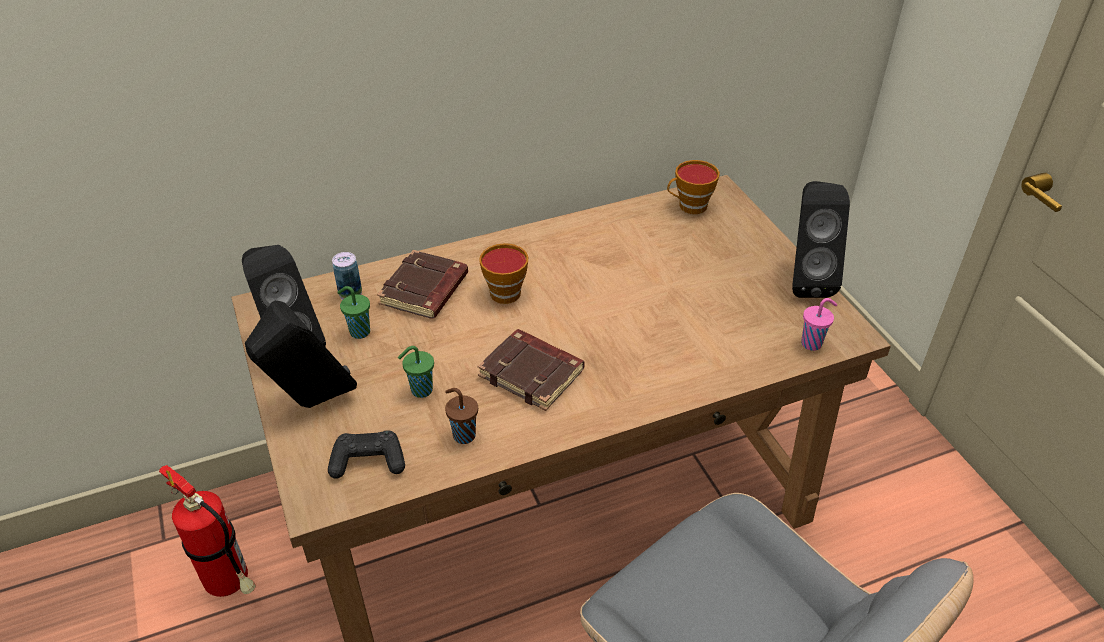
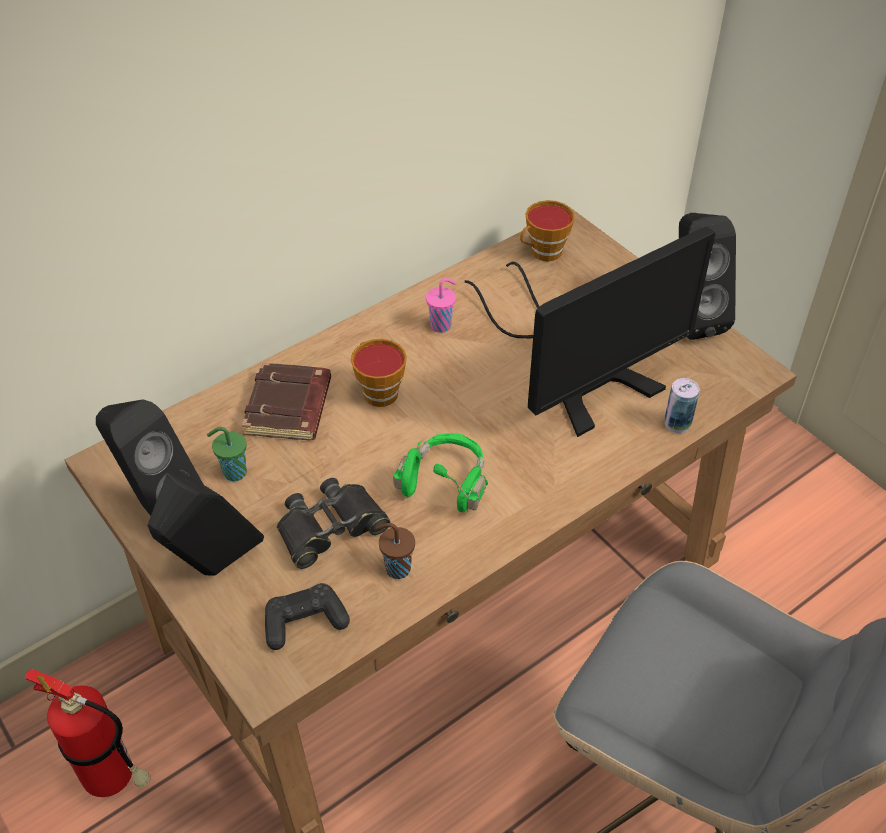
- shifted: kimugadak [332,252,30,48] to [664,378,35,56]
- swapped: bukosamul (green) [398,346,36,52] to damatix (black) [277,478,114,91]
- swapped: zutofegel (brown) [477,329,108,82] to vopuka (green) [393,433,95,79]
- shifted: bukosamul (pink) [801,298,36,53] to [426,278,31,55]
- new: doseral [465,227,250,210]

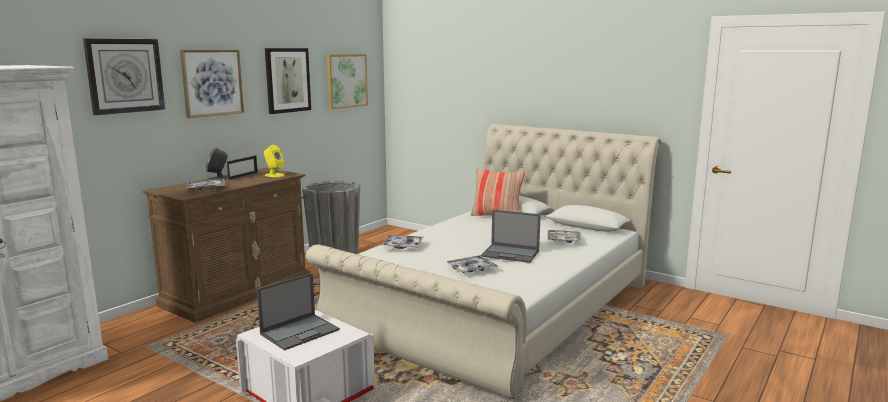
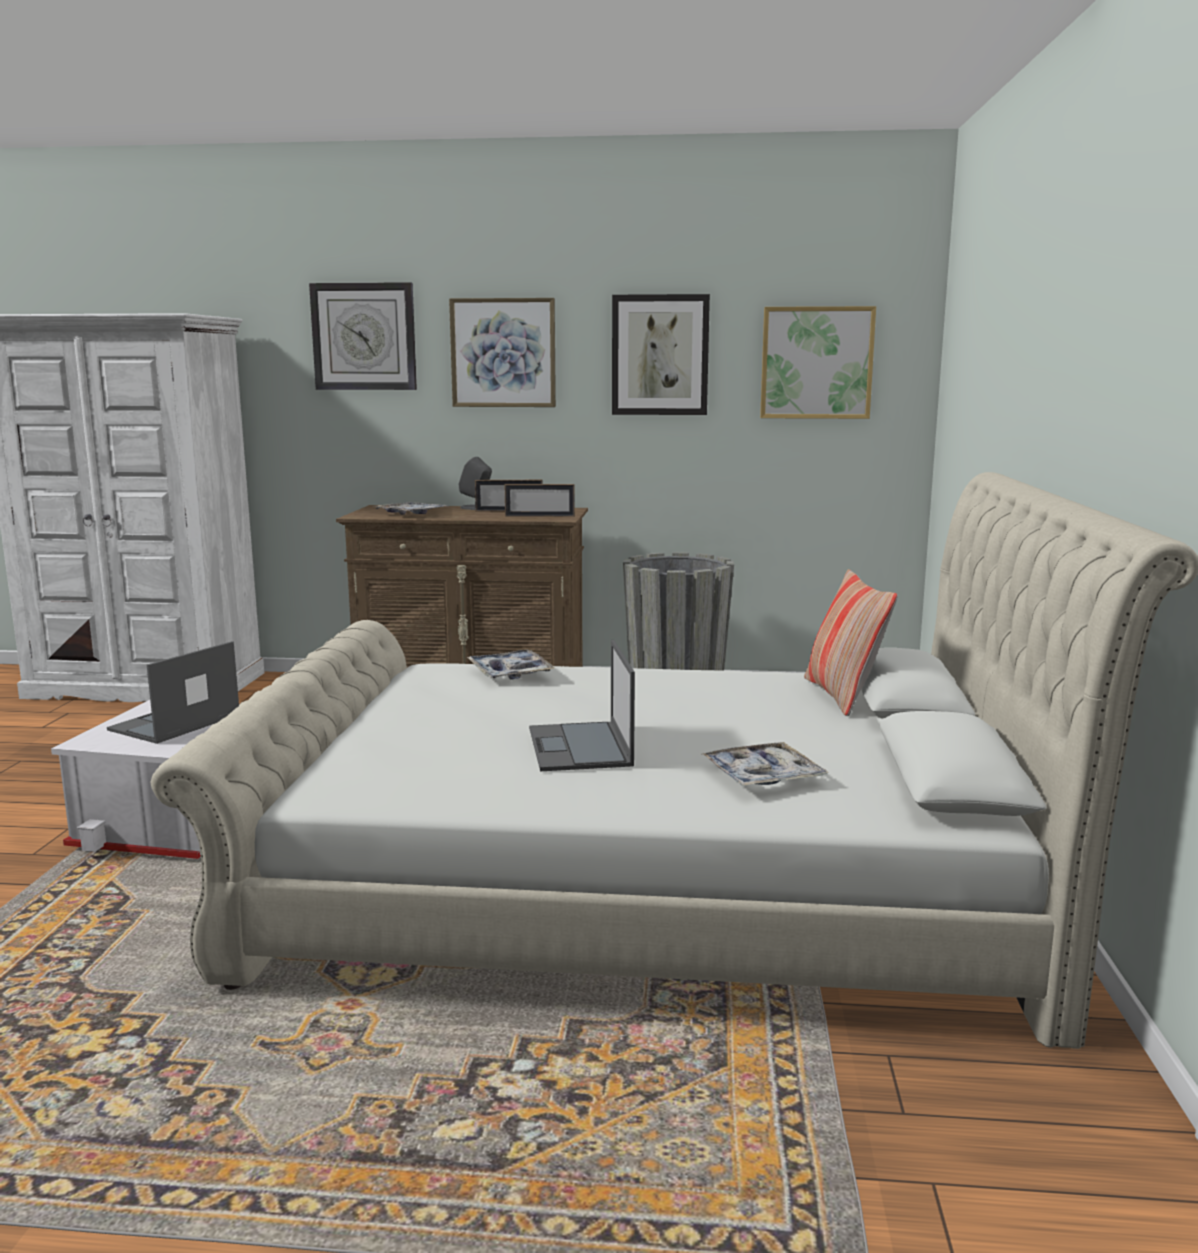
- rotated: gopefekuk [257,273,83,77] = [107,641,132,103] 105 degrees clockwise
- swapped: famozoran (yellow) [264,145,21,32] to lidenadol [504,484,71,33]
- gone: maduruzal [446,255,52,18]

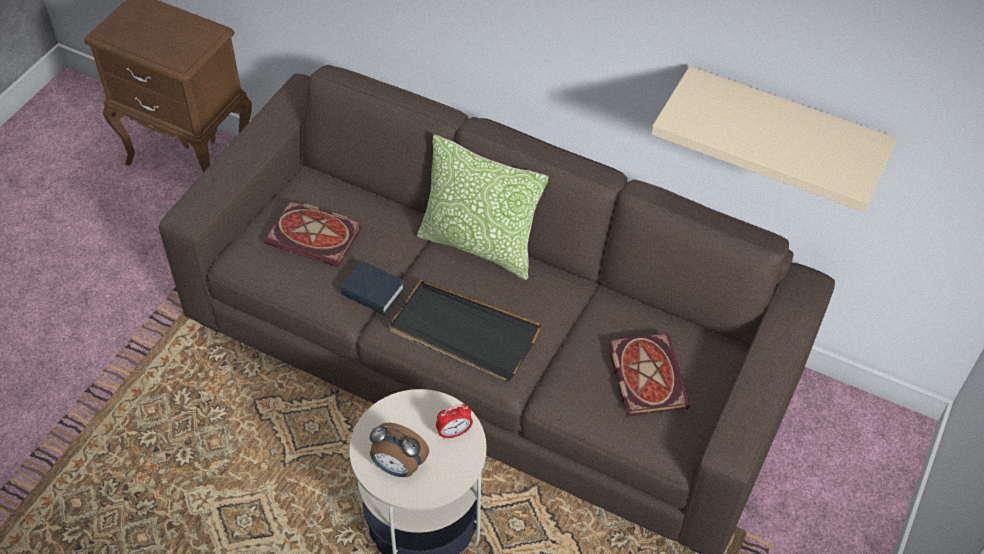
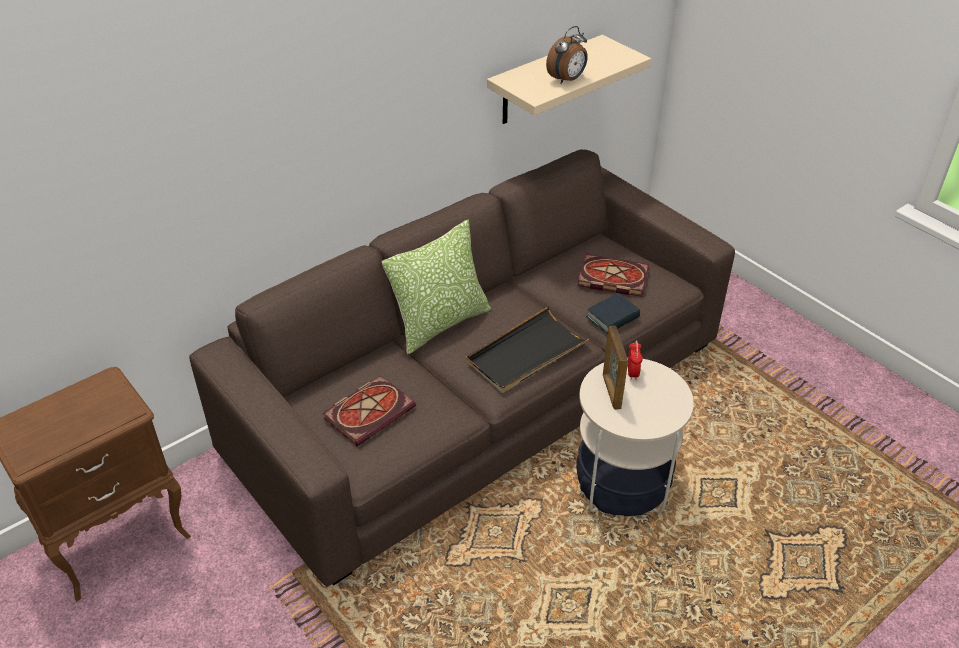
- shifted: zutofegel [340,261,65,54] to [586,293,54,41]
- shifted: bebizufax [370,423,59,54] to [546,26,42,58]
- new: lidenadol [603,326,25,84]

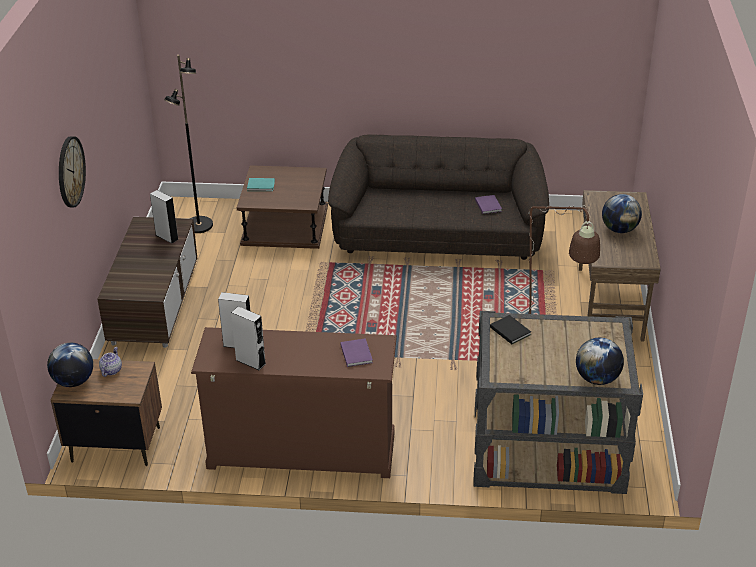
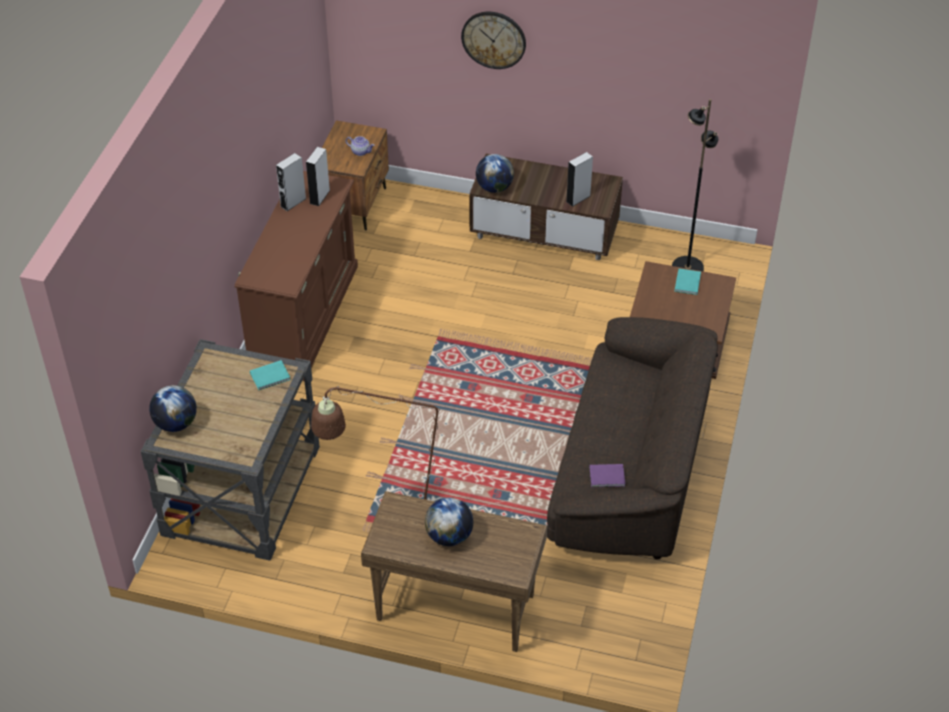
- shifted: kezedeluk [47,343,46,44] to [476,154,38,39]
- gone: zutofegel (purple) [340,338,33,29]
- repainted: zutofegel (black) [490,315,41,29] to zutofegel (turquoise) [250,360,41,30]

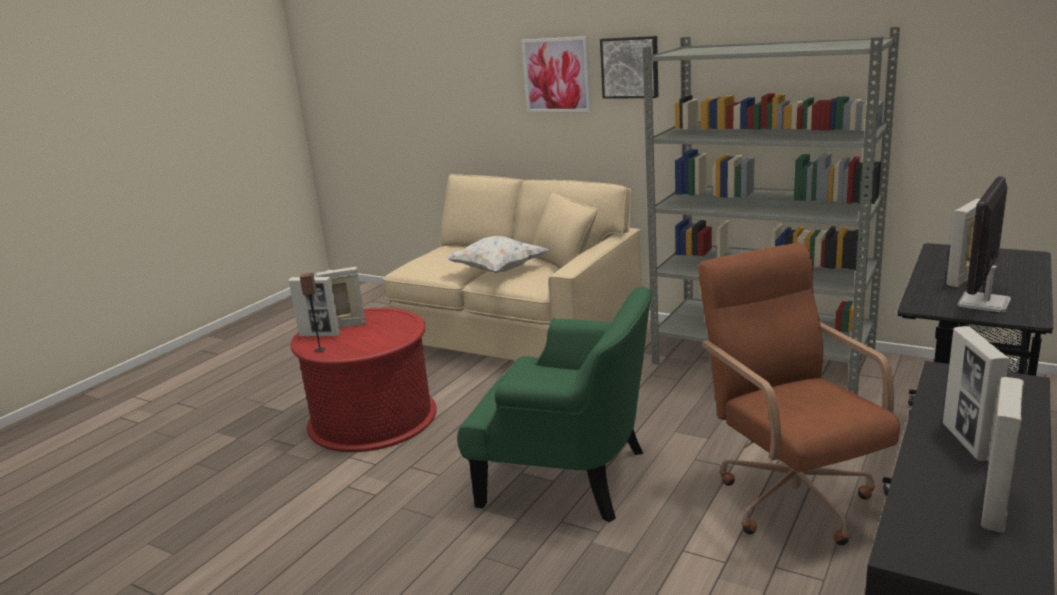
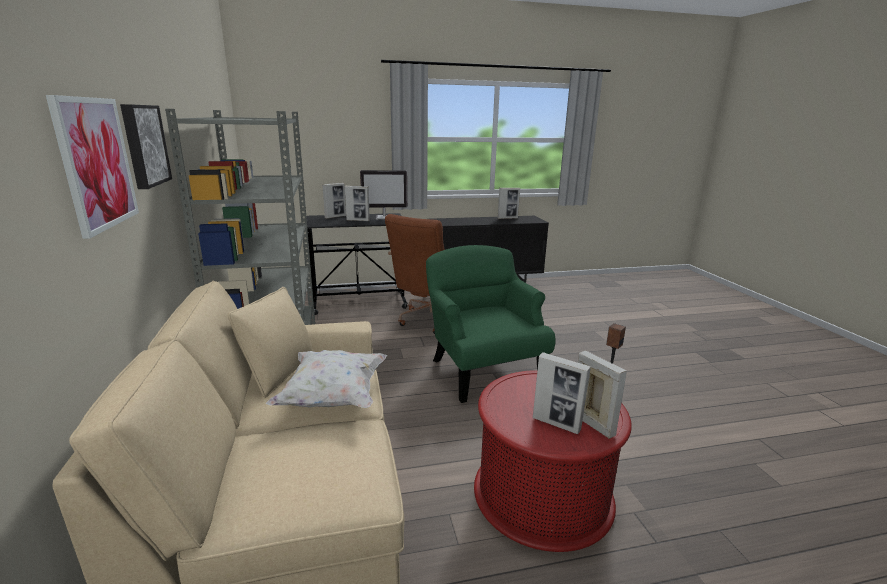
- shifted: lidenadol [943,326,67,135] to [322,183,24,36]

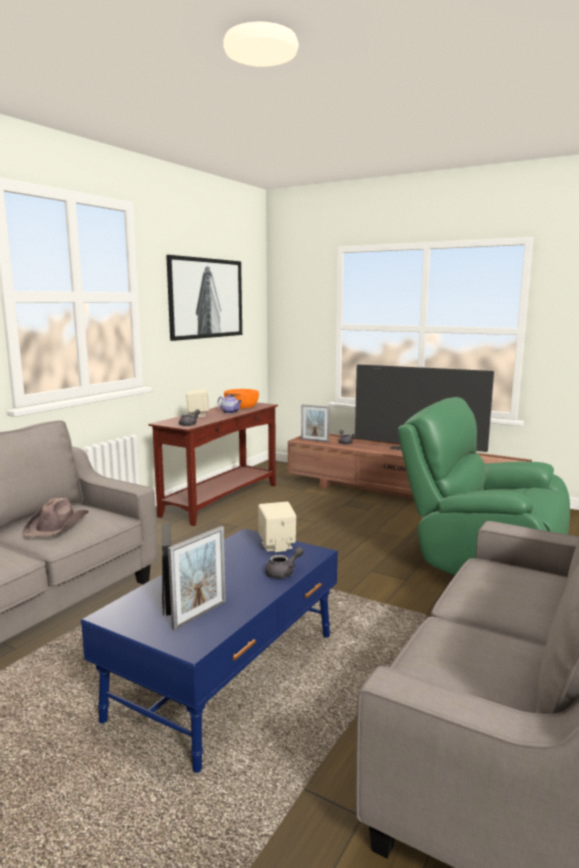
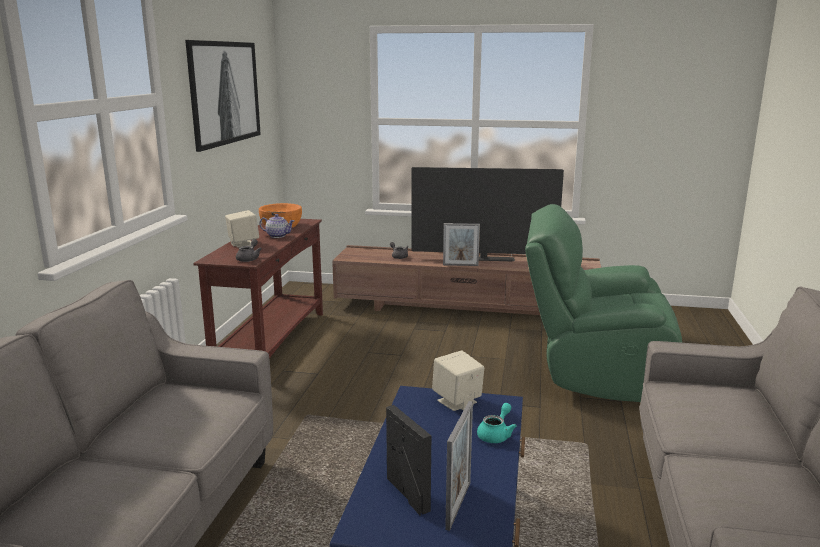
- gone: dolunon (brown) [22,498,67,39]
- repainted: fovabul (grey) [265,547,39,32] to fovabul (turquoise) [477,403,40,40]
- shifted: lidenadol [301,404,29,38] to [443,223,37,43]

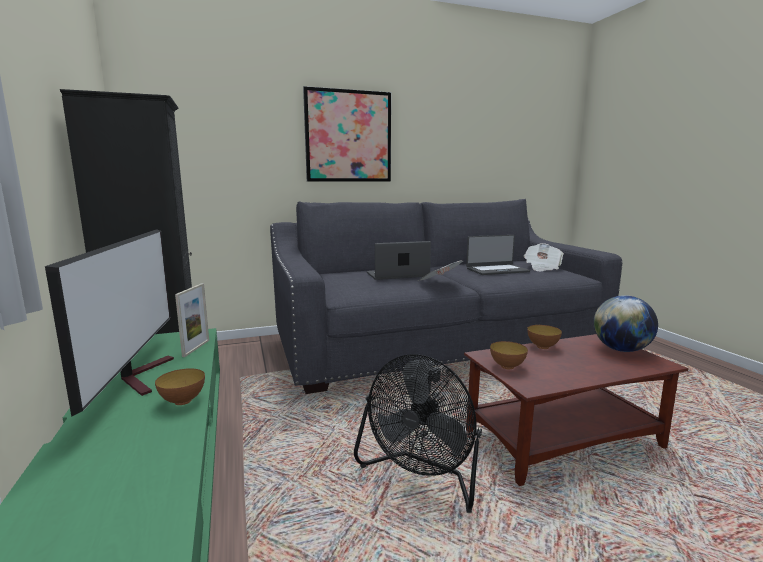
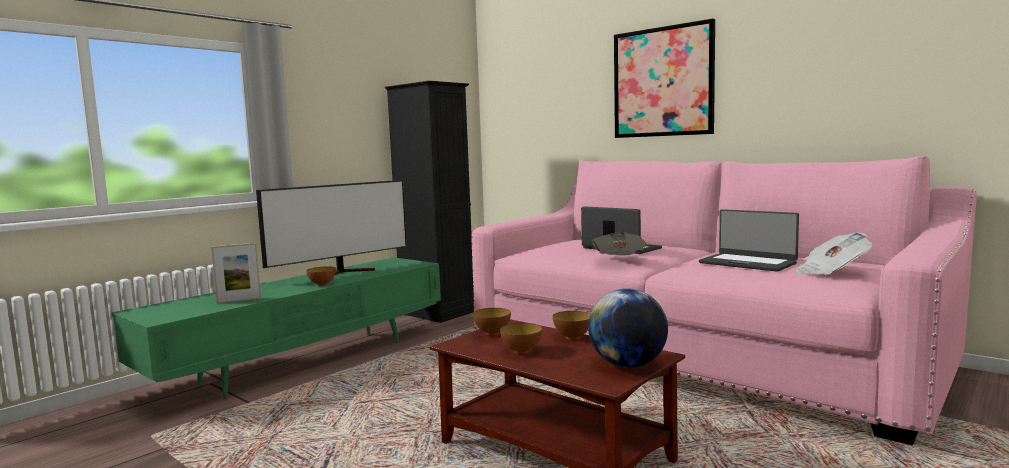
- shifted: lidenadol [175,283,34,74] to [211,243,50,61]
- repainted: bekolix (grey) [270,199,353,195] to bekolix (pink) [471,156,506,289]
- gone: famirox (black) [354,354,128,159]
- new: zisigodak [500,323,42,31]

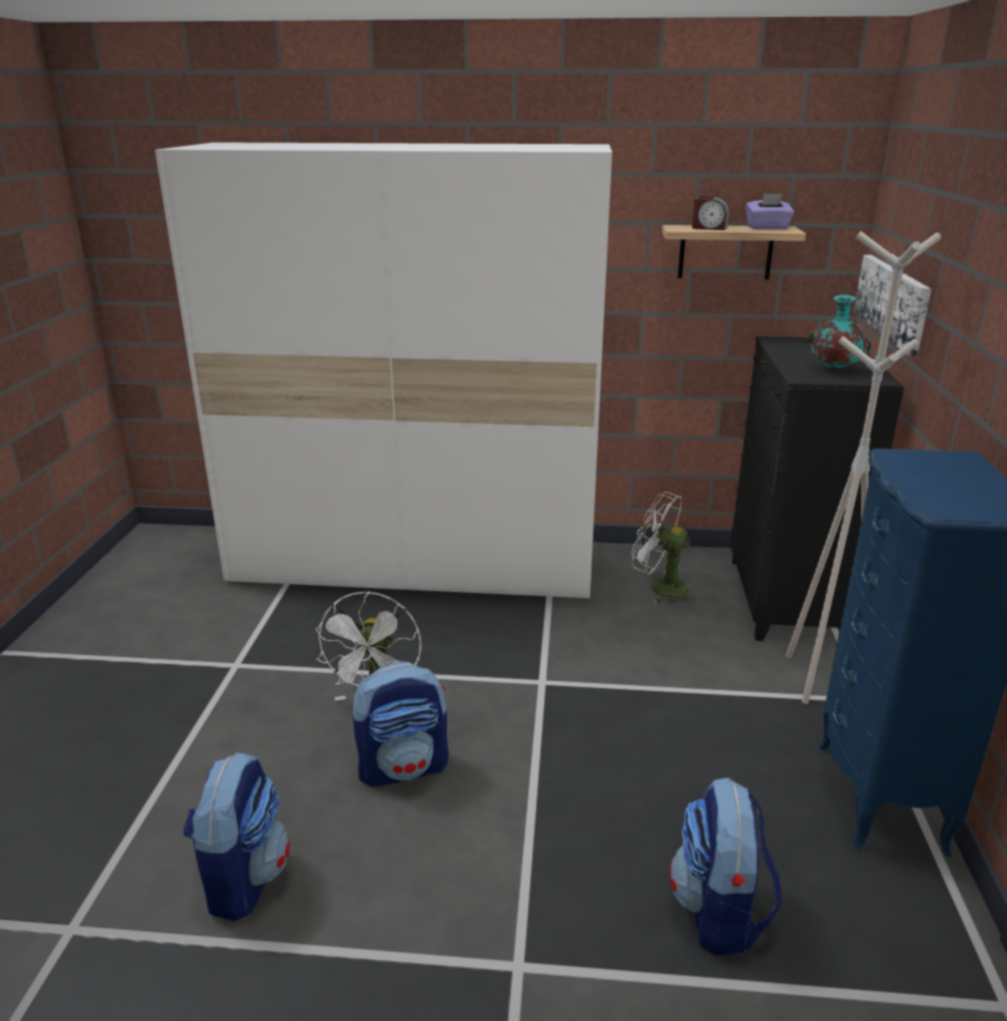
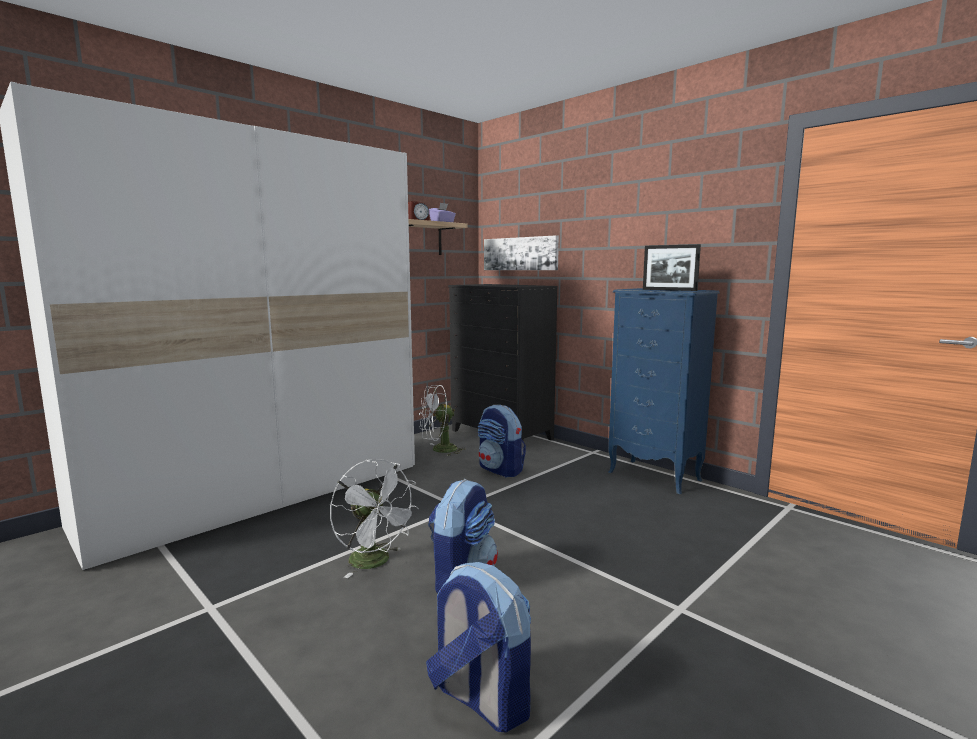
- shifted: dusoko [670,777,112,178] to [478,405,48,72]
- gone: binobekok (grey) [786,231,155,473]
- gone: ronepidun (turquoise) [806,295,66,74]
- new: lidenadol [643,244,58,47]

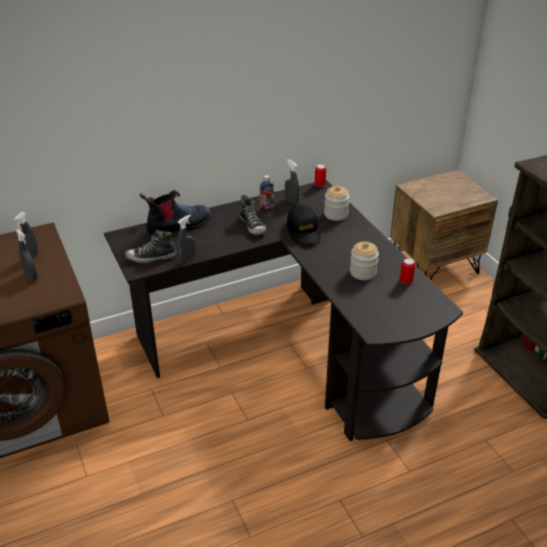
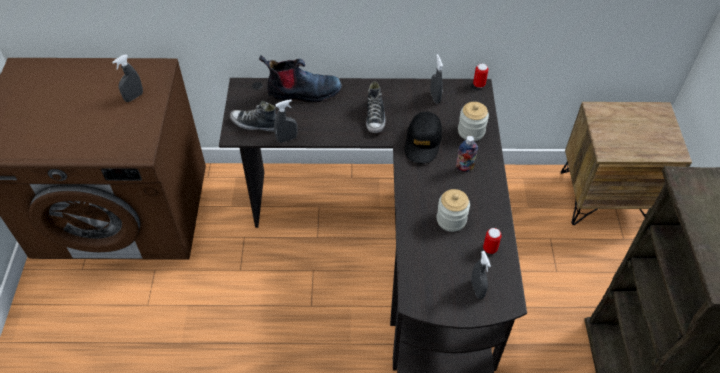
- shifted: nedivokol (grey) [16,229,22,52] to [471,251,20,48]
- shifted: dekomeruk [260,175,14,36] to [456,136,22,36]

